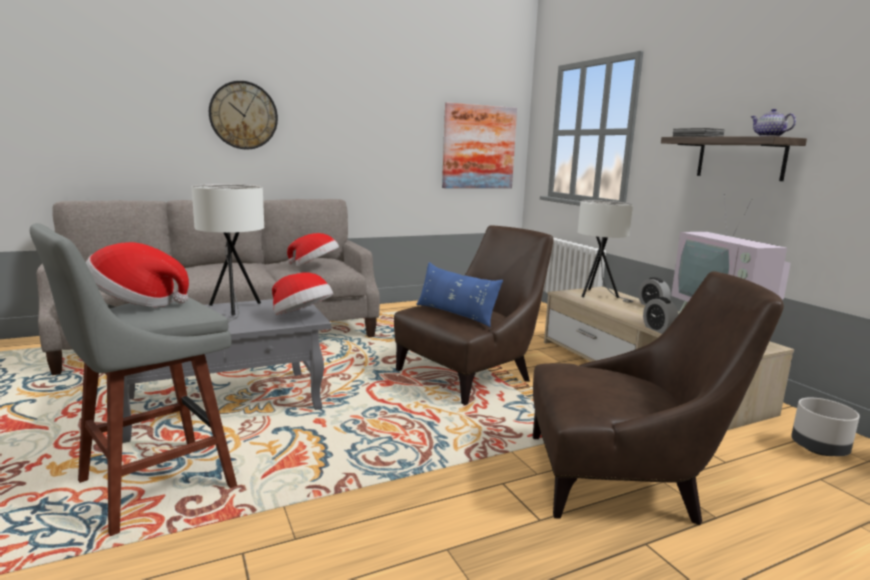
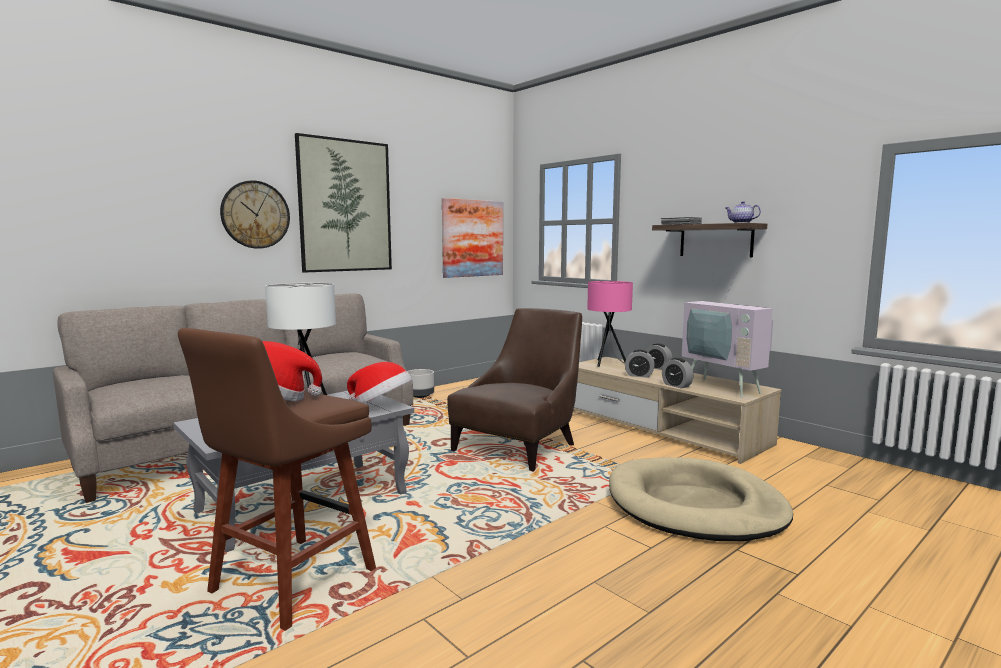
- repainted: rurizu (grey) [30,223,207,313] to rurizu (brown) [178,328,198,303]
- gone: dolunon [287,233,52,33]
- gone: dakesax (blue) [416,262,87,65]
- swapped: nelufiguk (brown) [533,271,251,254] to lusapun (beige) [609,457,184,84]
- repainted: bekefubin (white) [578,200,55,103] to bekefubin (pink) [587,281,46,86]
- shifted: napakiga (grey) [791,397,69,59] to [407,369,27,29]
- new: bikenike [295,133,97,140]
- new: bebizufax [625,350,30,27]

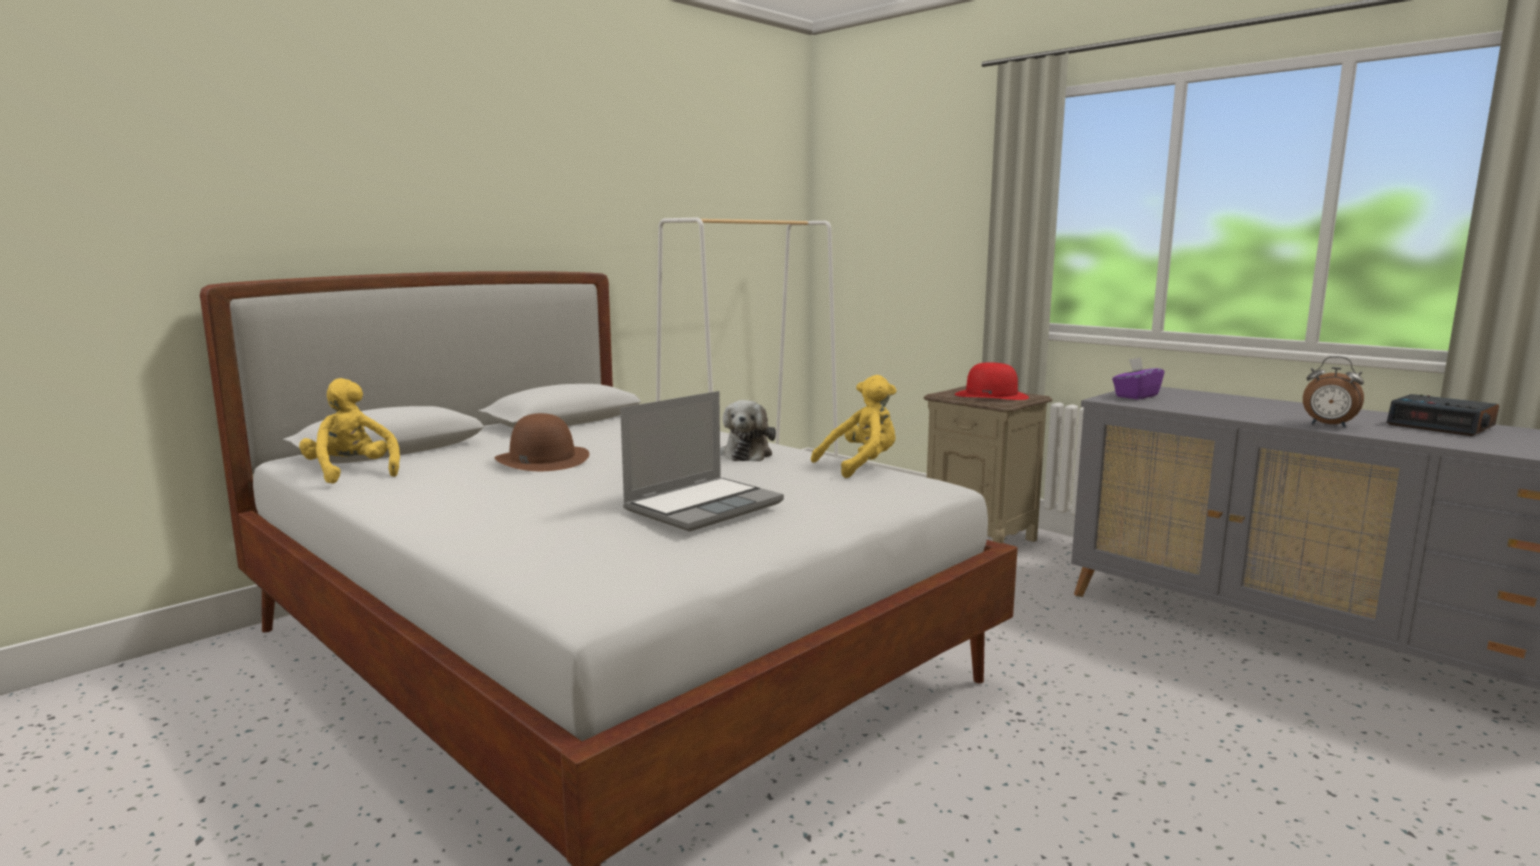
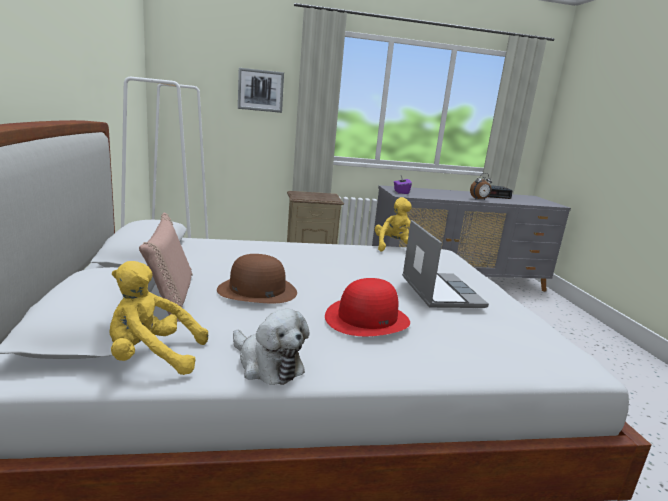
- shifted: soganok [720,400,56,61] to [233,309,77,76]
- shifted: dolunon (red) [955,362,74,38] to [325,278,85,58]
- new: dakesax (beige) [139,213,54,110]
- new: bikenike [238,68,46,45]

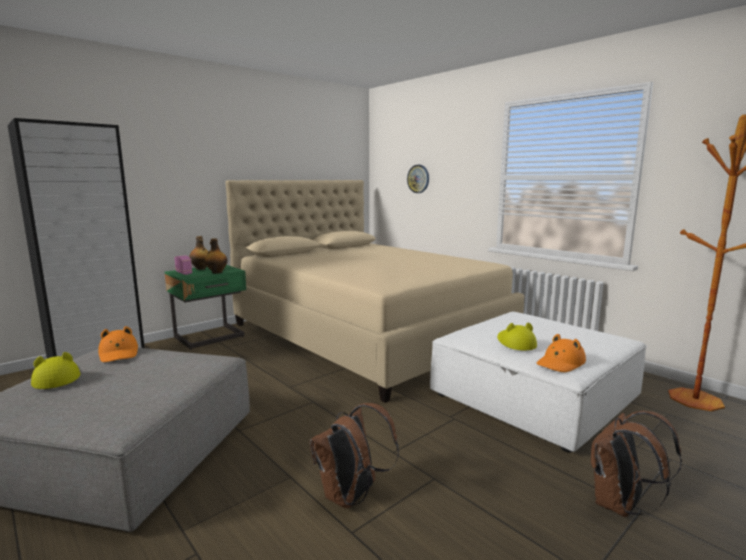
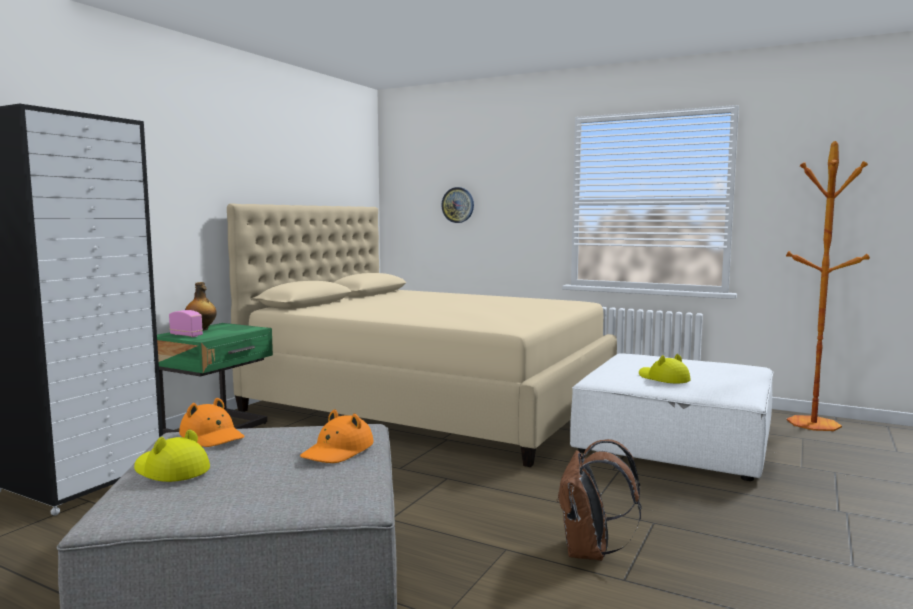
- gone: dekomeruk [205,238,22,35]
- shifted: dolunon (orange) [536,334,50,38] to [300,410,74,53]
- gone: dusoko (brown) [591,411,91,106]

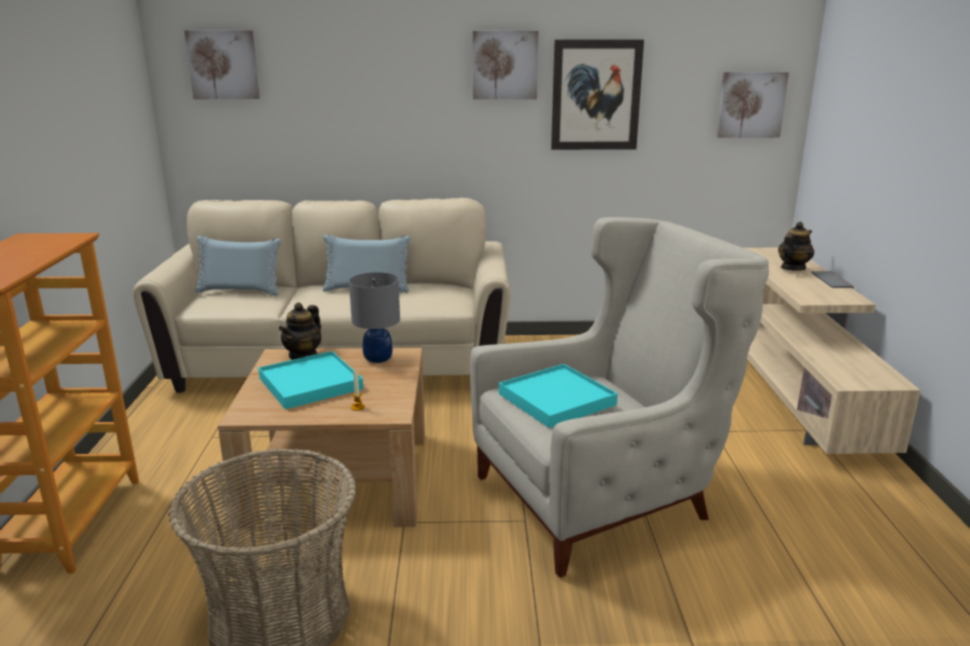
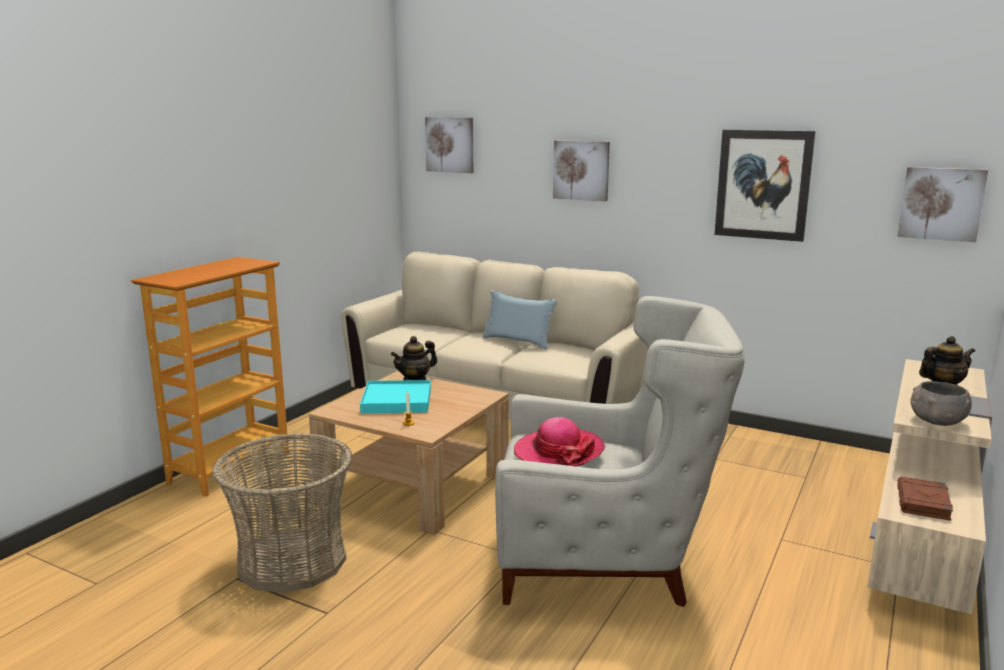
- gone: dakesax (blue) [195,236,86,60]
- gone: bekefubin (grey) [349,272,51,91]
- shifted: bikenike [473,31,65,68] to [553,140,57,62]
- swapped: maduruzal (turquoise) [499,364,119,64] to dolunon [514,417,91,49]
- new: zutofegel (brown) [897,476,56,45]
- new: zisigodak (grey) [910,381,62,45]

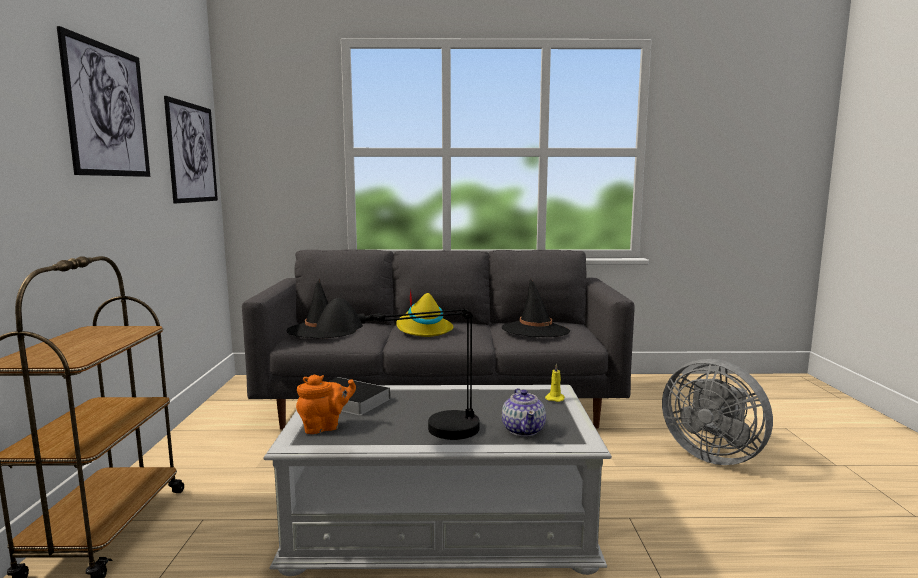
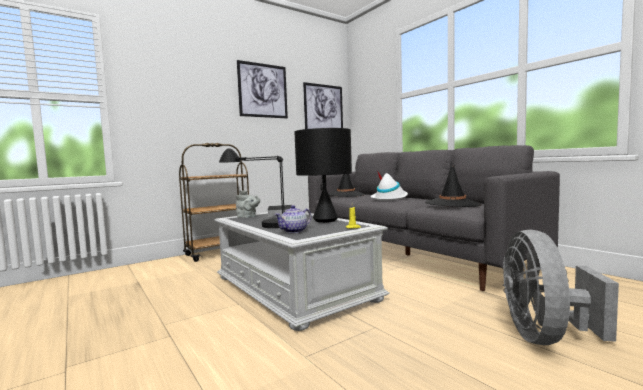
- repainted: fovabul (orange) [296,375,60,59] to fovabul (grey) [236,190,24,28]
- repainted: dolunon (yellow) [396,289,57,48] to dolunon (white) [370,171,38,30]
- new: bekefubin (black) [294,128,58,95]

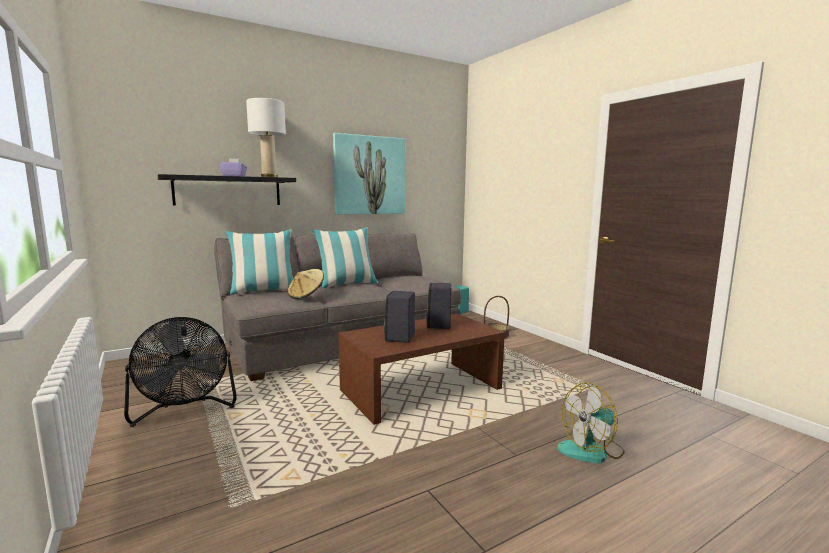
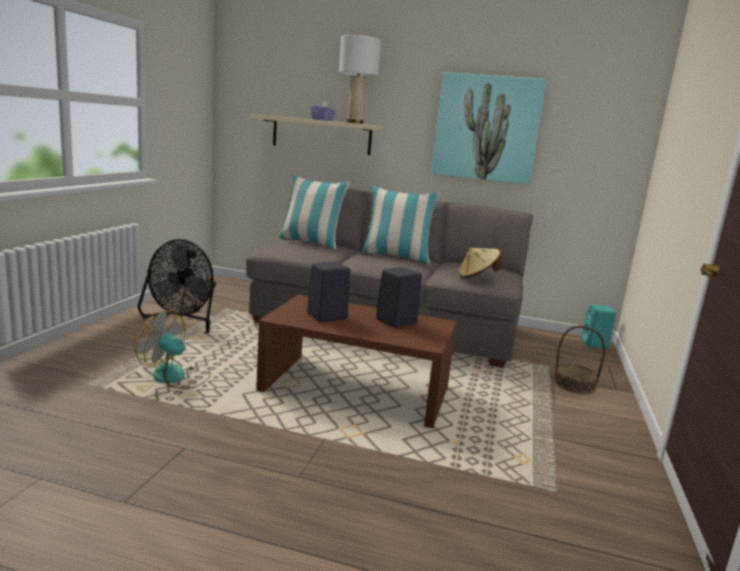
- repainted: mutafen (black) [157,174,139,32] to mutafen (beige) [251,114,132,41]
- shifted: dolunon (beige) [288,269,36,30] to [458,248,44,30]
- shifted: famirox [557,382,68,81] to [134,310,77,79]

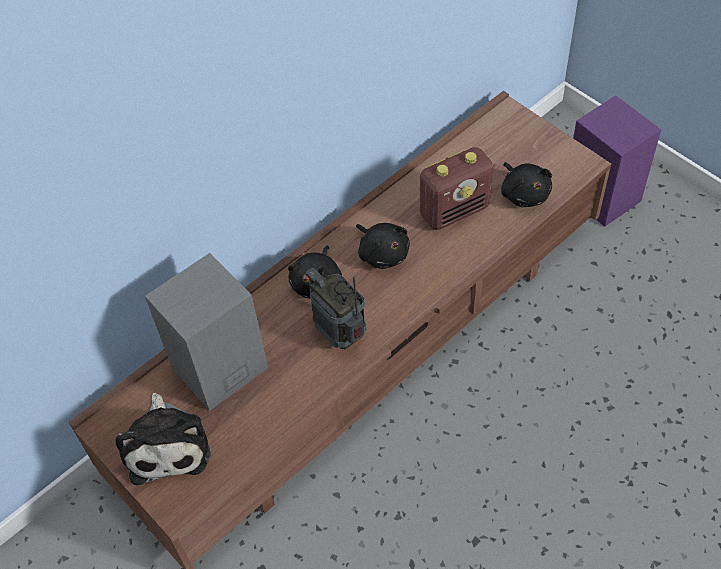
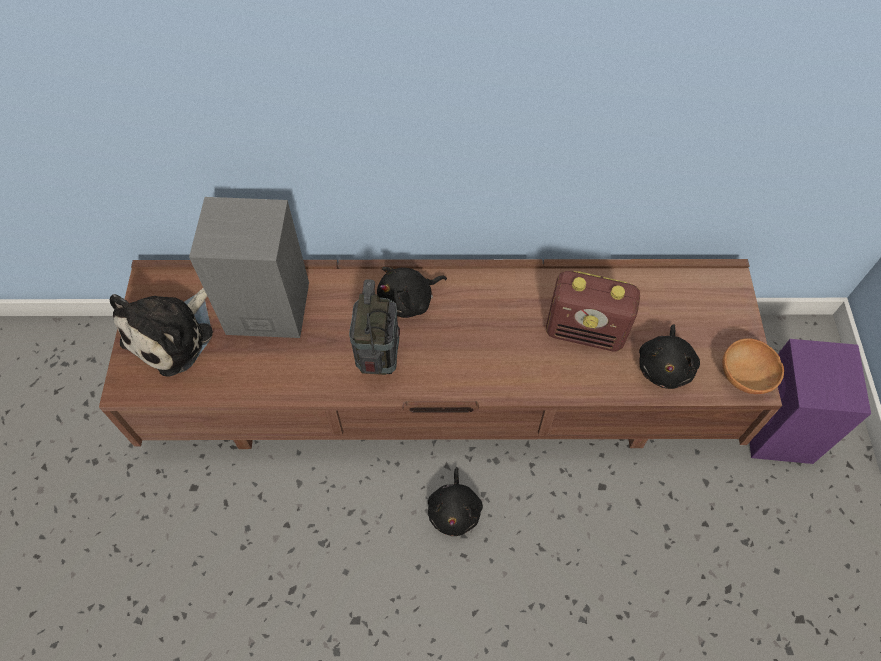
- shifted: soganok (black) [356,223,54,46] to [428,467,55,69]
- new: zisigodak (brown) [722,338,62,56]

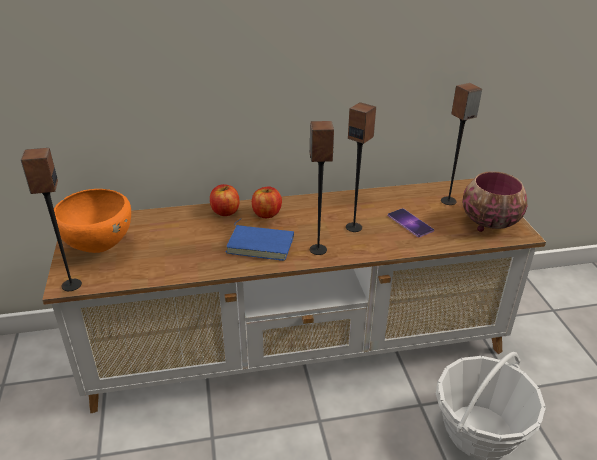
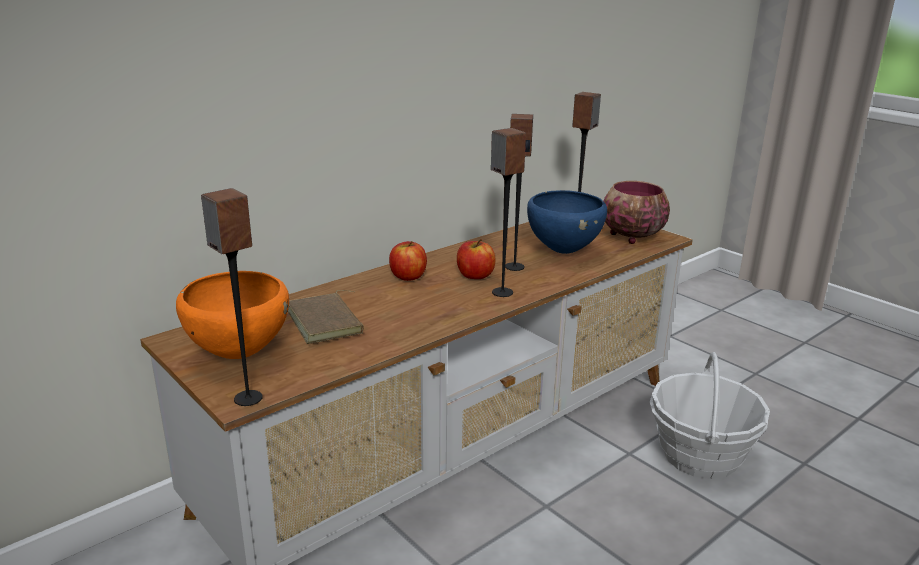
- shifted: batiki [210,184,30,32] to [457,239,38,40]
- gone: zutofegel (blue) [225,219,69,42]
- swapped: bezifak [388,208,46,29] to zisigodak (blue) [527,190,80,64]
- new: zutofegel (brown) [288,290,76,54]

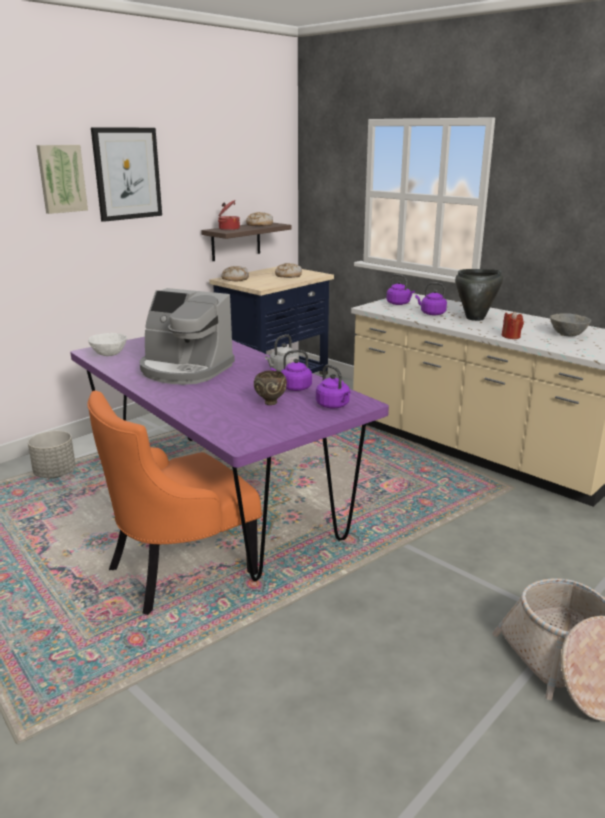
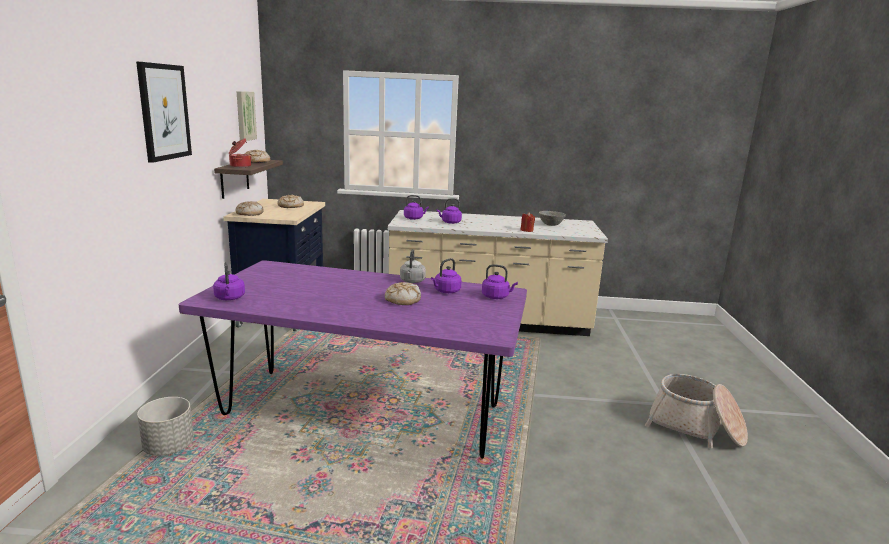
- shifted: bikenike [37,145,51,69] to [237,91,20,50]
- gone: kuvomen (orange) [87,391,175,224]
- swapped: zisigodak (white) [88,333,39,23] to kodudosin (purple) [213,262,32,38]
- gone: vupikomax [139,288,96,97]
- gone: zisigodak (brown) [254,370,33,35]
- gone: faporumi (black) [455,269,48,52]
- new: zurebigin [385,282,36,23]

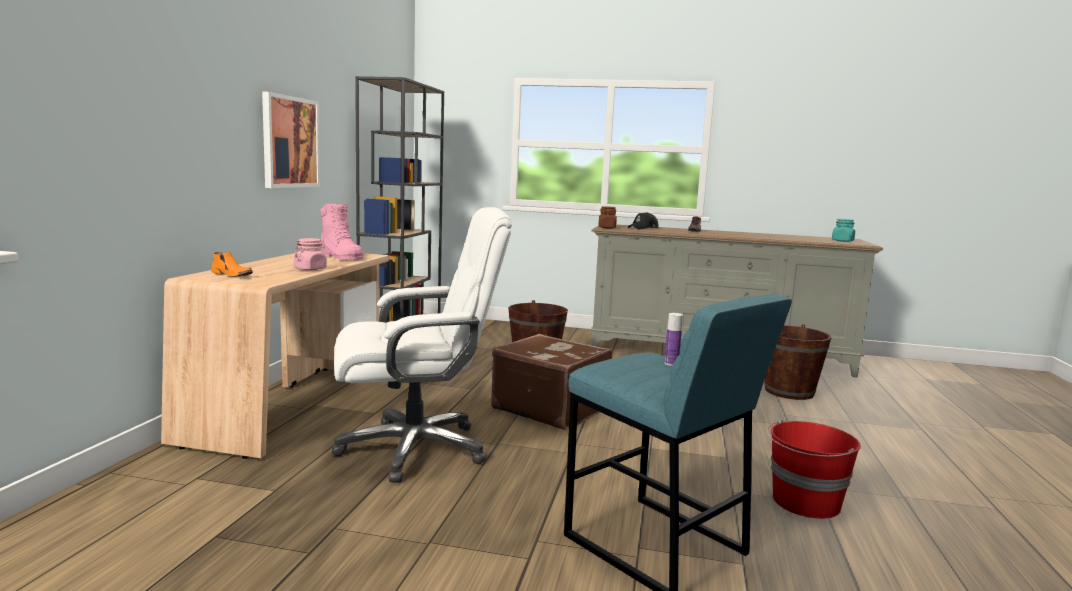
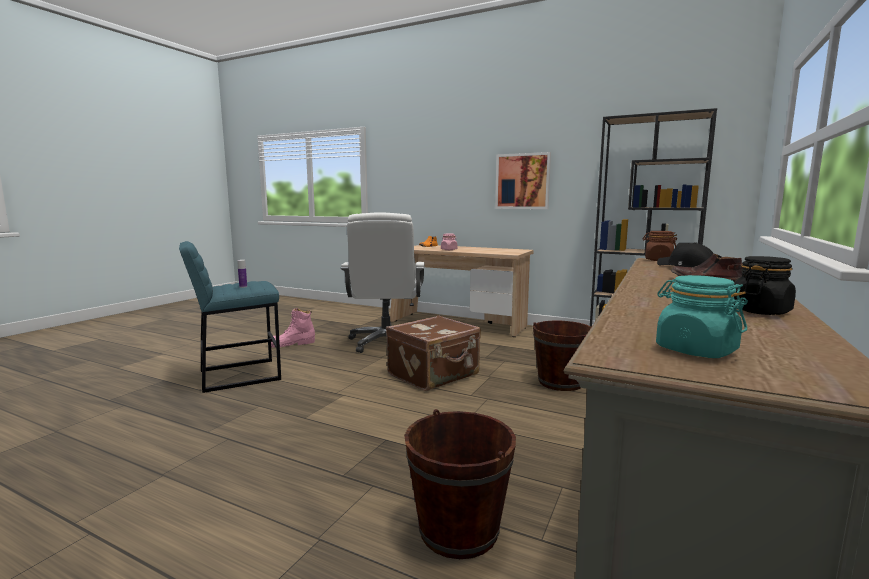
- shifted: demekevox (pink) [320,204,44,56] to [271,308,44,40]
- gone: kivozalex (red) [767,420,94,99]
- new: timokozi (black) [734,256,62,59]

